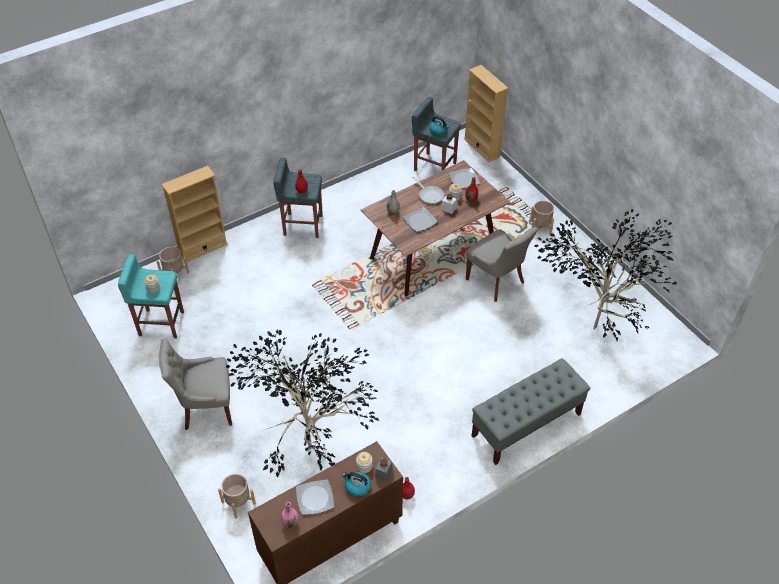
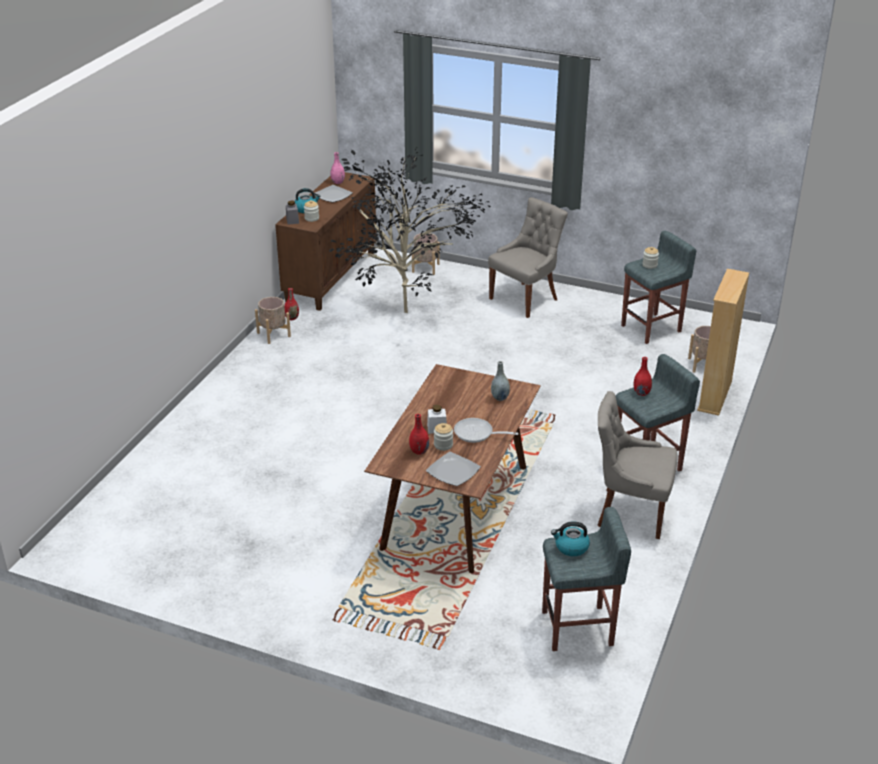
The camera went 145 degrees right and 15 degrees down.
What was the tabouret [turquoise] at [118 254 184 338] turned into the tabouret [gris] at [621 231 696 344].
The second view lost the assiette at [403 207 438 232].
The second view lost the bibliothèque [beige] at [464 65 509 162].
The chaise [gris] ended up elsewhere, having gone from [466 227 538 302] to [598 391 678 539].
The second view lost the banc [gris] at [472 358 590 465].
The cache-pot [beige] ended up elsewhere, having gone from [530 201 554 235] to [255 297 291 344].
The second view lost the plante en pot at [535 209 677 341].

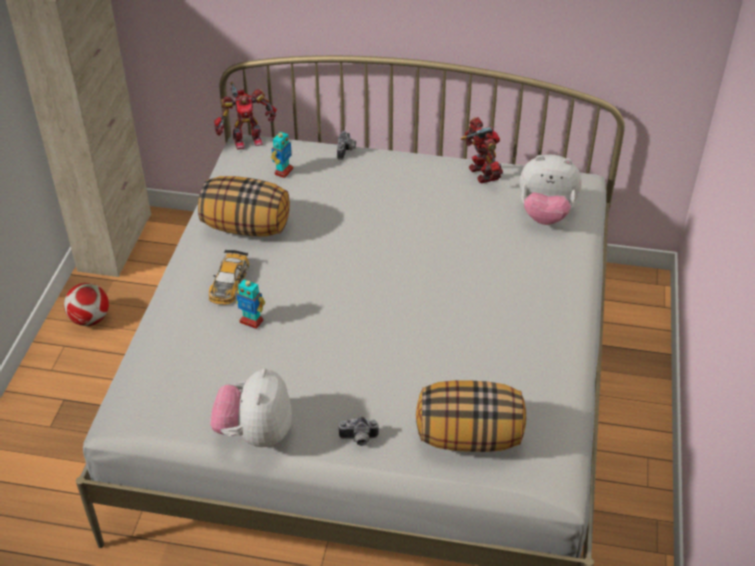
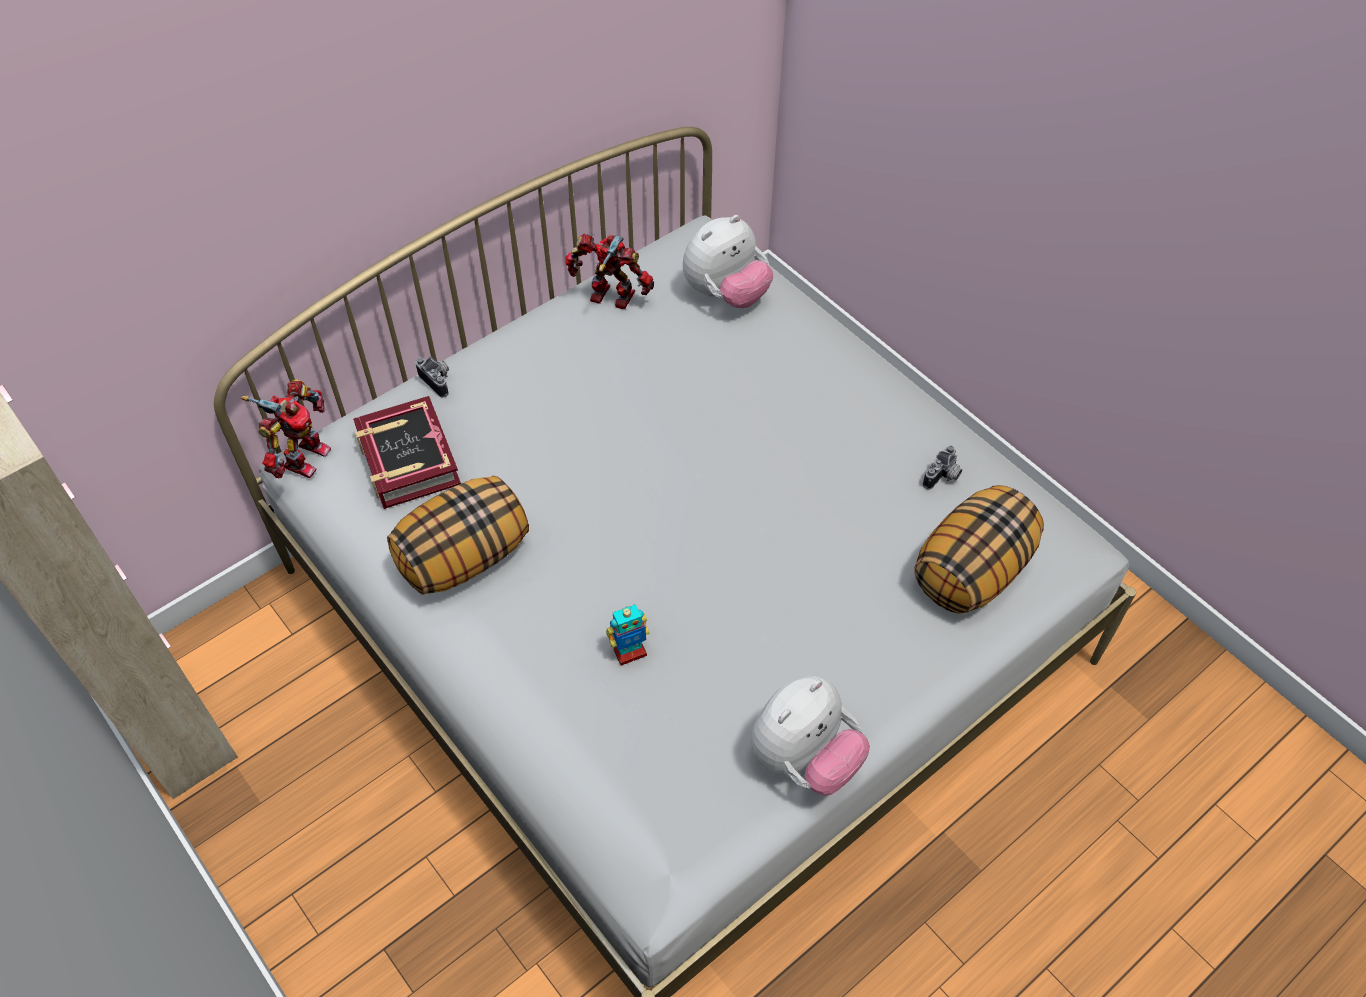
The camera went 50 degrees left and 10 degrees up.
The second view lost the ballon de foot at [64 283 109 326].
The second view lost the petite voiture at [209 250 249 305].
The peluche at [210 368 292 447] ended up facing another way, 90 degrees counterclockwise from before.
Where the robot jouet stood at [271 130 293 178], the livre came to stand at [353 396 461 509].
The appareil photo ended up elsewhere, having gone from [338 417 379 446] to [923 445 962 490].

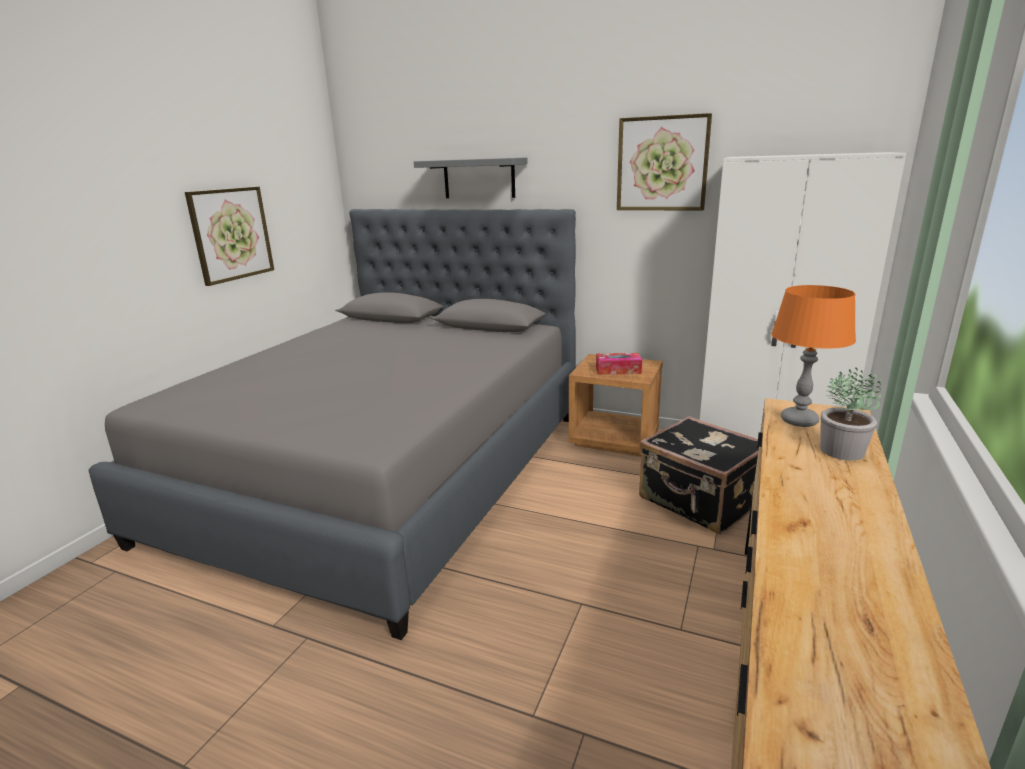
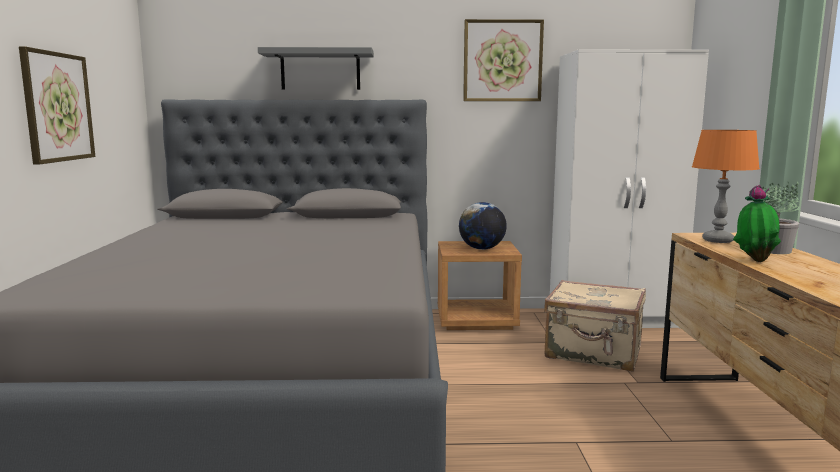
The camera went 25 degrees left and 10 degrees down.
Where the boîte à mouchoirs stood at [596 353 642 375], the globe came to stand at [459 202 507 250].
What was the valise [noir] at [639 416 759 534] turned into the valise [beige] at [544 280 646 372].
The second view gained the plante en pot at [733 185 781 262].

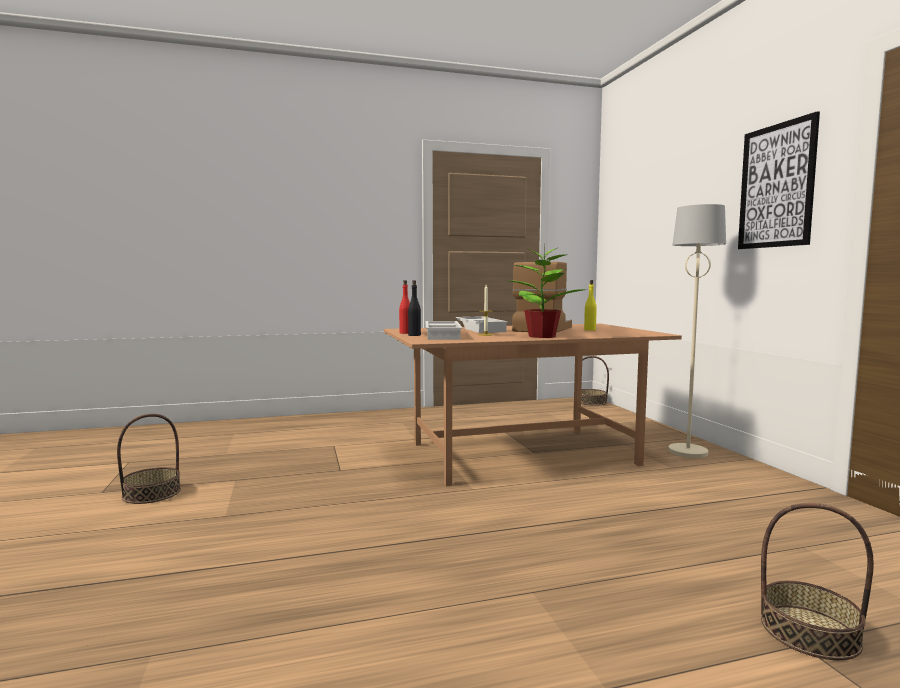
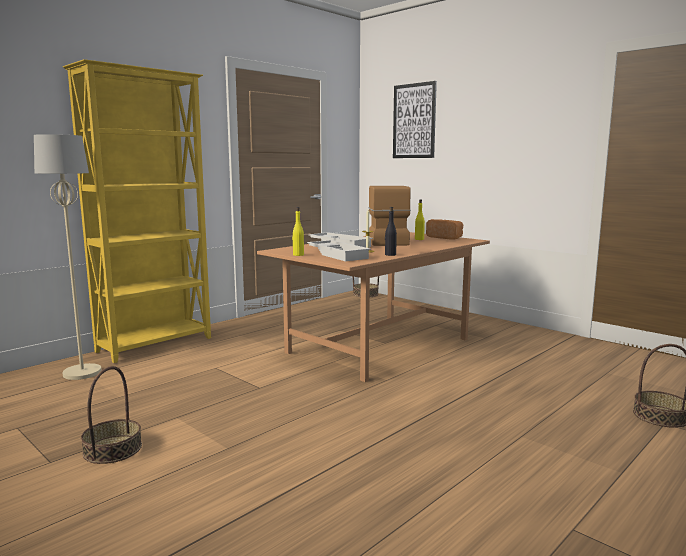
The camera went 30 degrees left and 5 degrees up.
What was the bouteille [rouge] at [399 280 410 334] turned into the bouteille [jaune] at [292 207 304 256].
The bouteille [noir] ended up elsewhere, having gone from [408 280 421 336] to [385 207 397 256].
The second view lost the plante en pot at [507 244 587 338].
The lampadaire [beige] ended up elsewhere, having gone from [668 204 726 458] to [34 134 102 380].
The tableau ended up elsewhere, having gone from [738 111 820 249] to [393 81 437 158].
The second view gained the bibliothèque [jaune] at [63 59 211 363].
The second view gained the pain at [426 219 463 240].

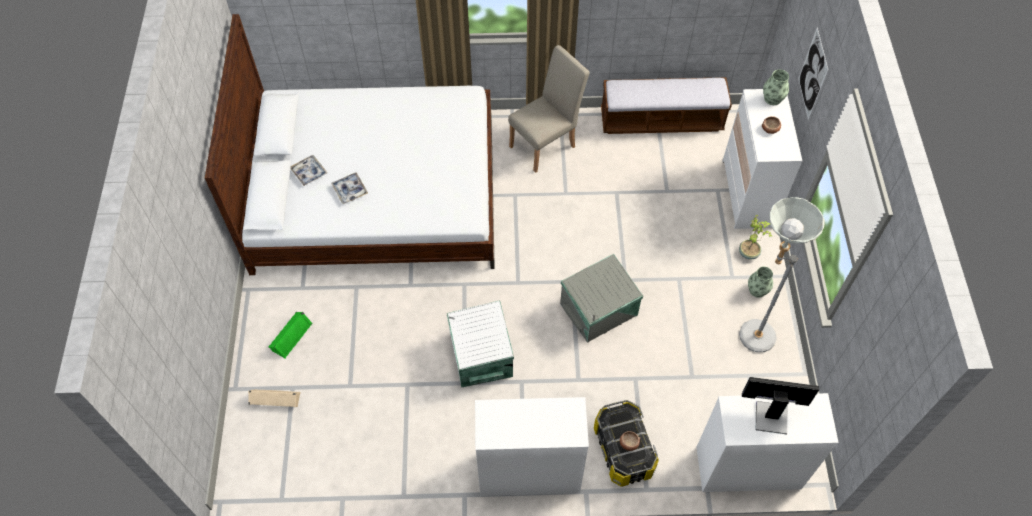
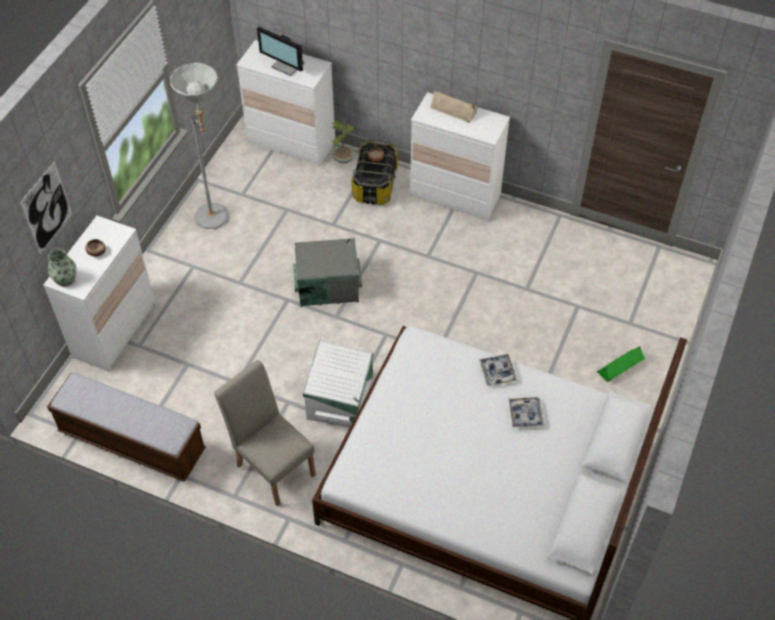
The camera went 155 degrees left and 5 degrees down.
The enceinte [beige] ended up elsewhere, having gone from [248 389 301 407] to [430 91 478 123].
The plateau ended up elsewhere, having gone from [290 155 328 186] to [479 354 517 386].
The boîte de rangement [blanc] ended up elsewhere, having gone from [447 300 514 388] to [303 340 373 427].
The chaise [beige] at [508 45 590 173] ended up facing another way, 60 degrees clockwise from before.
The plante en pot ended up elsewhere, having gone from [739 215 772 260] to [332 121 354 164].
The second view lost the vase at [748 266 773 298].

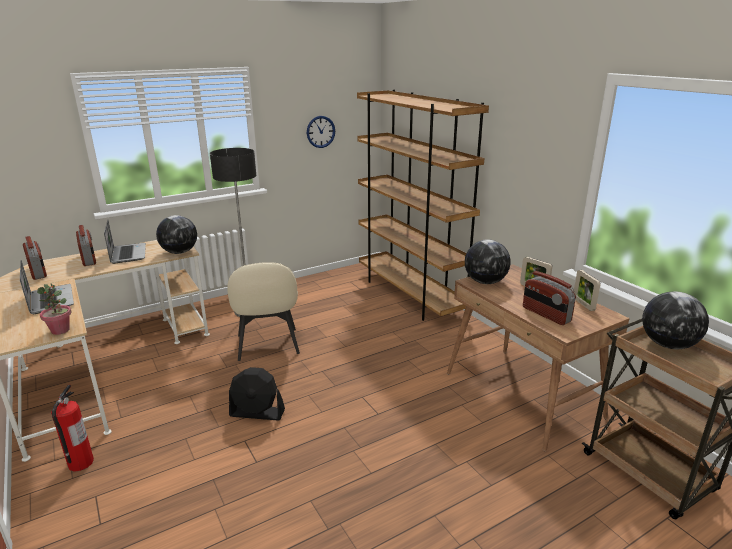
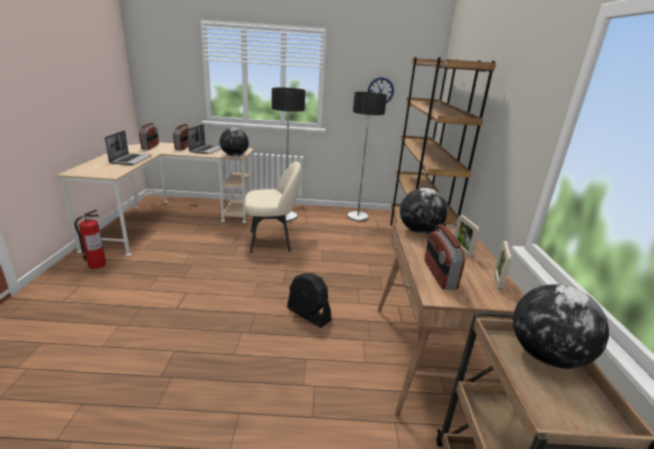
The camera went 30 degrees right and 0 degrees up.
The second view lost the plante en pot at [37 283 71 335].
The chaise [beige] at [227 262 300 361] ended up facing another way, 120 degrees counterclockwise from before.
The ventilateur [noir] ended up elsewhere, having gone from [229 367 285 421] to [287 273 331 328].
The second view gained the lampadaire at [347 92 387 222].

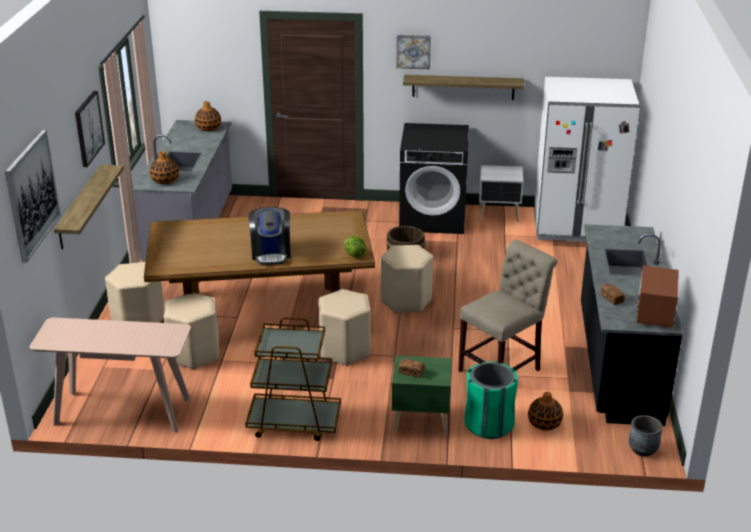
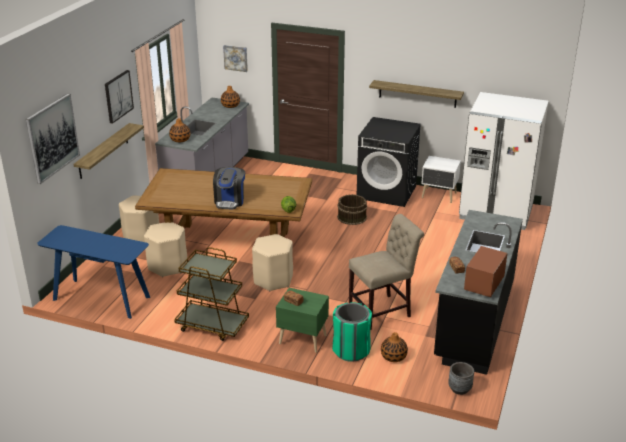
The camera went 15 degrees right and 0 degrees up.
What was the table console [beige] at [29 318 191 433] turned into the table console [bleu] at [37 225 150 319].
The second view lost the tabouret [beige] at [380 245 433 313].
The tableau ended up elsewhere, having gone from [397 34 431 69] to [223 45 248 72].

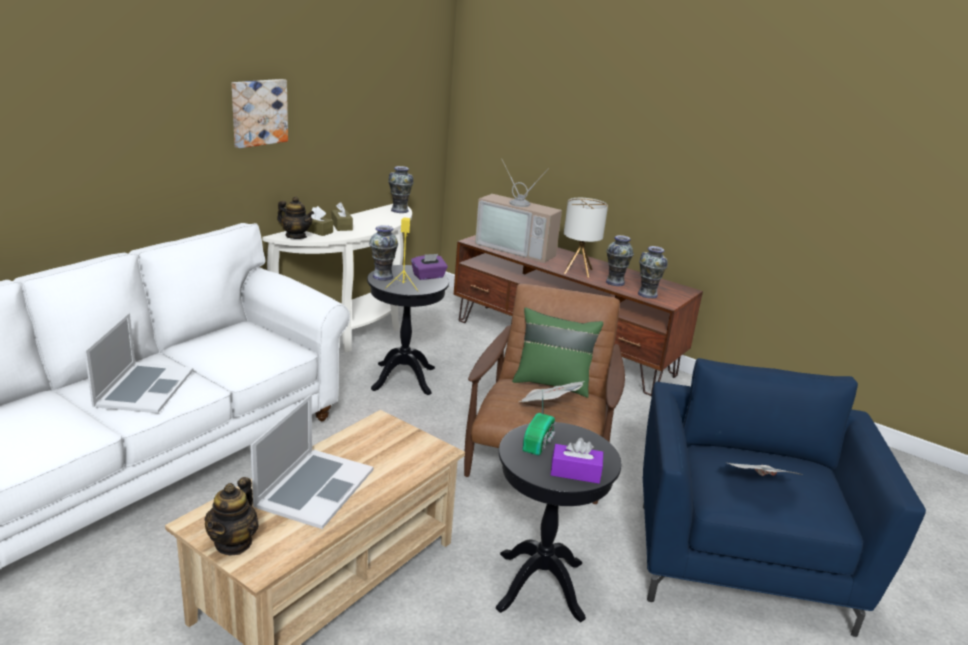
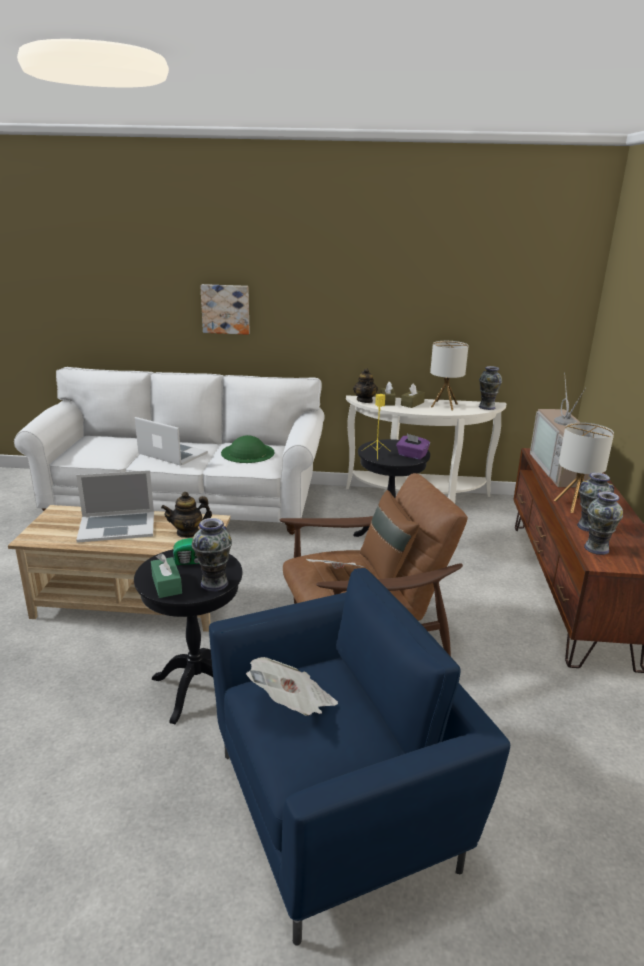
The camera went 60 degrees right and 0 degrees up.
The ordinateur portable at [84 313 193 413] ended up facing another way, 120 degrees counterclockwise from before.
The théière ended up elsewhere, having gone from [205 477 259 556] to [161 492 212 538].
The tableau ended up elsewhere, having gone from [232 79 288 148] to [200 284 250 335].
The vase ended up elsewhere, having gone from [369 225 398 281] to [192 518 232 592].
What was the coussin [vert] at [512 307 603 398] turned into the coussin [marron] at [360 490 420 579].
What was the boîte à mouchoirs [violet] at [551 438 603 484] turned into the boîte à mouchoirs [vert] at [151 553 182 598].
The second view gained the chapeau [vert] at [221 435 275 463].
The second view gained the lampe de table at [430 341 469 410].

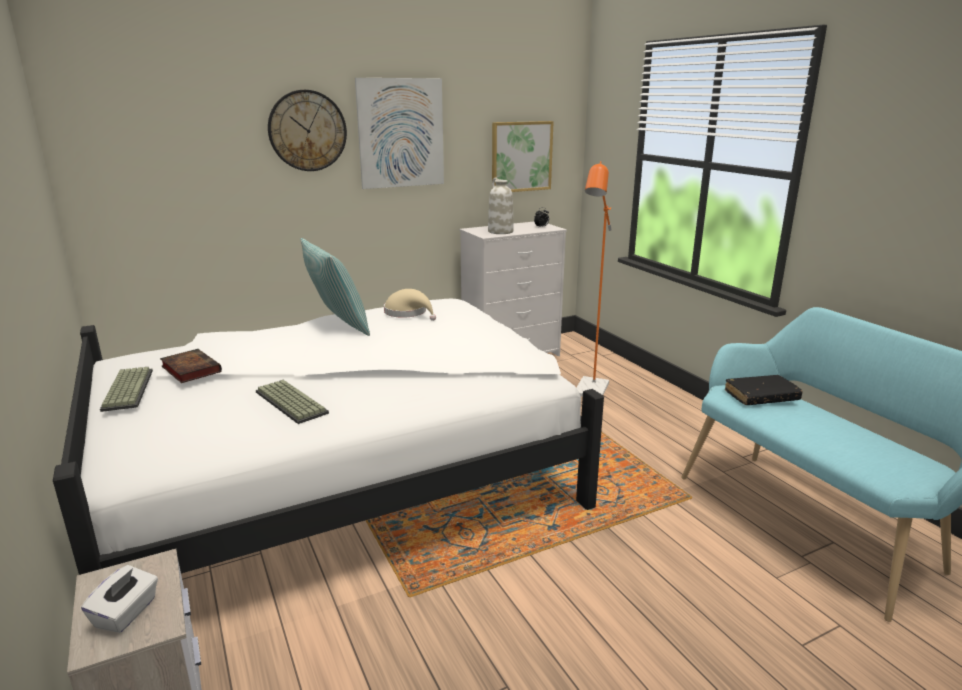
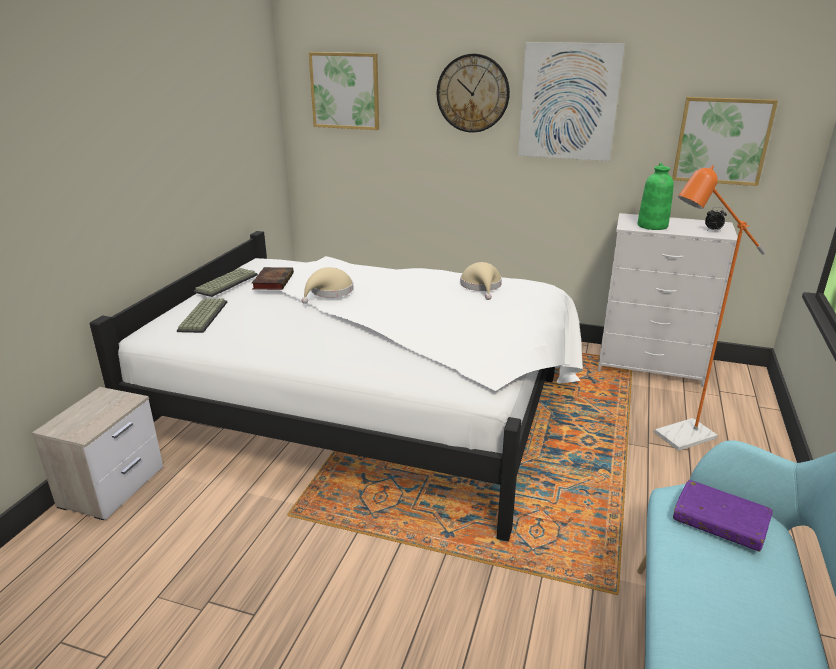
The camera went 45 degrees right and 5 degrees up.
The second view lost the boîte à mouchoirs [blanc] at [81 565 158 633].
The clavier ended up elsewhere, having gone from [256 380 329 424] to [177 298 227 333].
The second view lost the coussin at [300 238 370 336].
What was the vase [blanc] at [488 177 513 234] turned into the vase [vert] at [638 163 674 230].
What was the livre [noir] at [725 375 803 405] turned into the livre [violet] at [673 480 773 552].
The second view gained the chapeau [beige] at [301 267 353 304].
The second view gained the tableau at [309 52 379 130].

